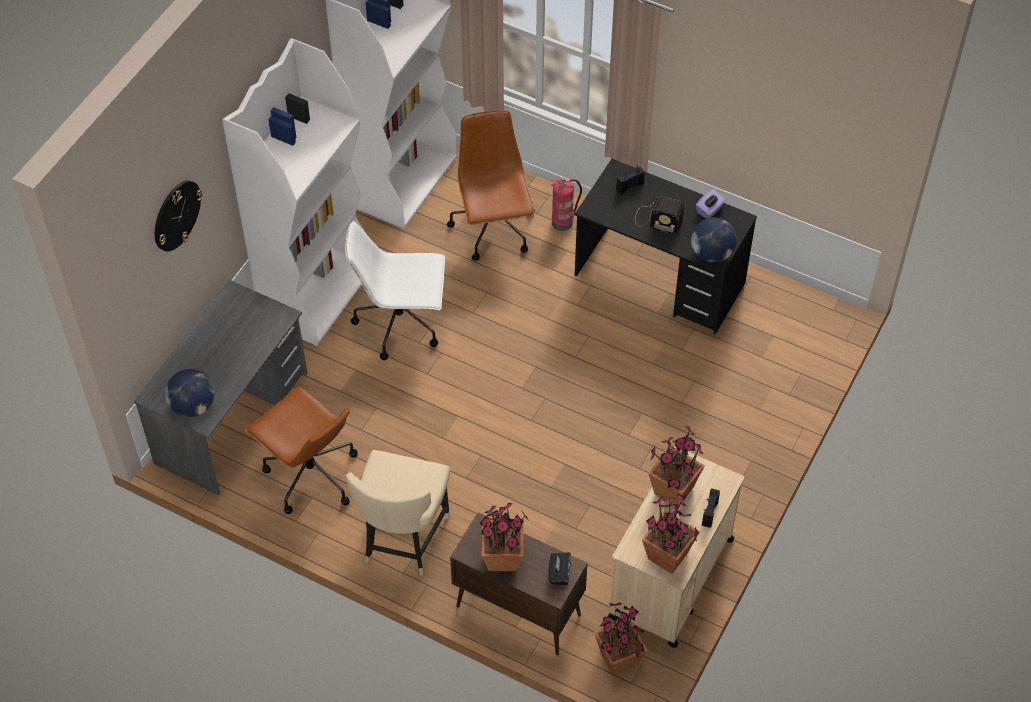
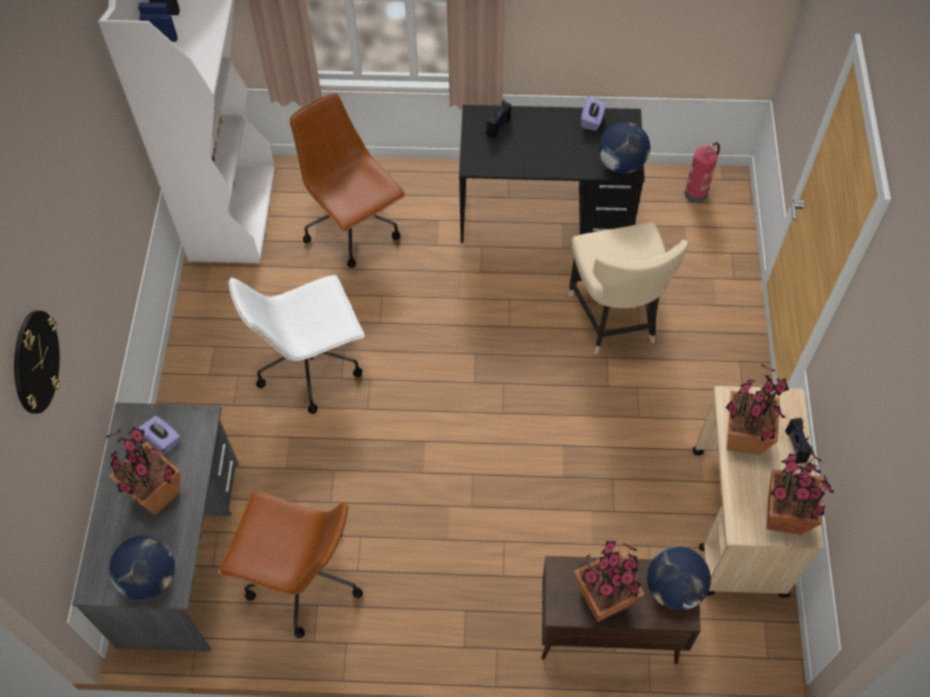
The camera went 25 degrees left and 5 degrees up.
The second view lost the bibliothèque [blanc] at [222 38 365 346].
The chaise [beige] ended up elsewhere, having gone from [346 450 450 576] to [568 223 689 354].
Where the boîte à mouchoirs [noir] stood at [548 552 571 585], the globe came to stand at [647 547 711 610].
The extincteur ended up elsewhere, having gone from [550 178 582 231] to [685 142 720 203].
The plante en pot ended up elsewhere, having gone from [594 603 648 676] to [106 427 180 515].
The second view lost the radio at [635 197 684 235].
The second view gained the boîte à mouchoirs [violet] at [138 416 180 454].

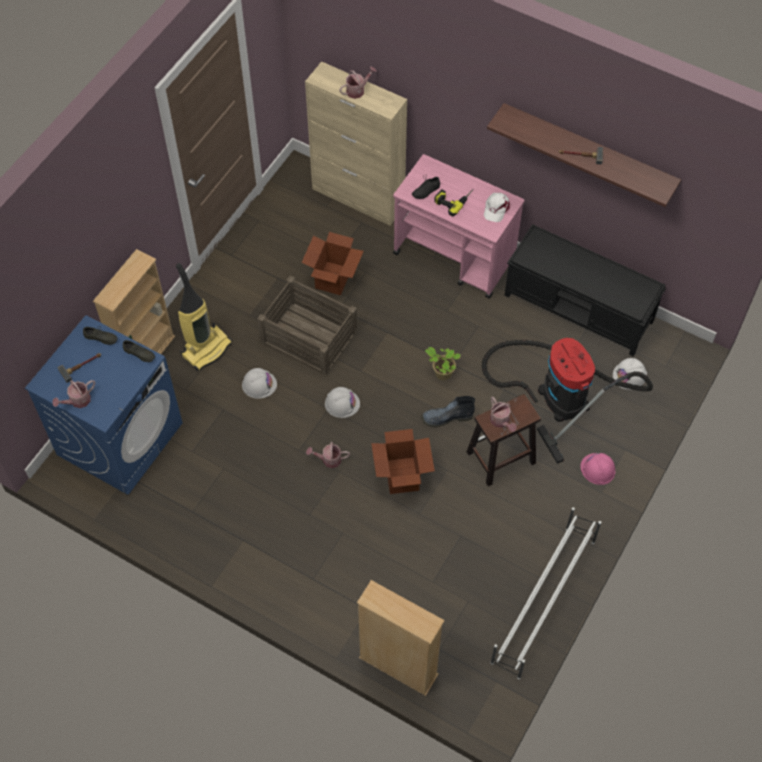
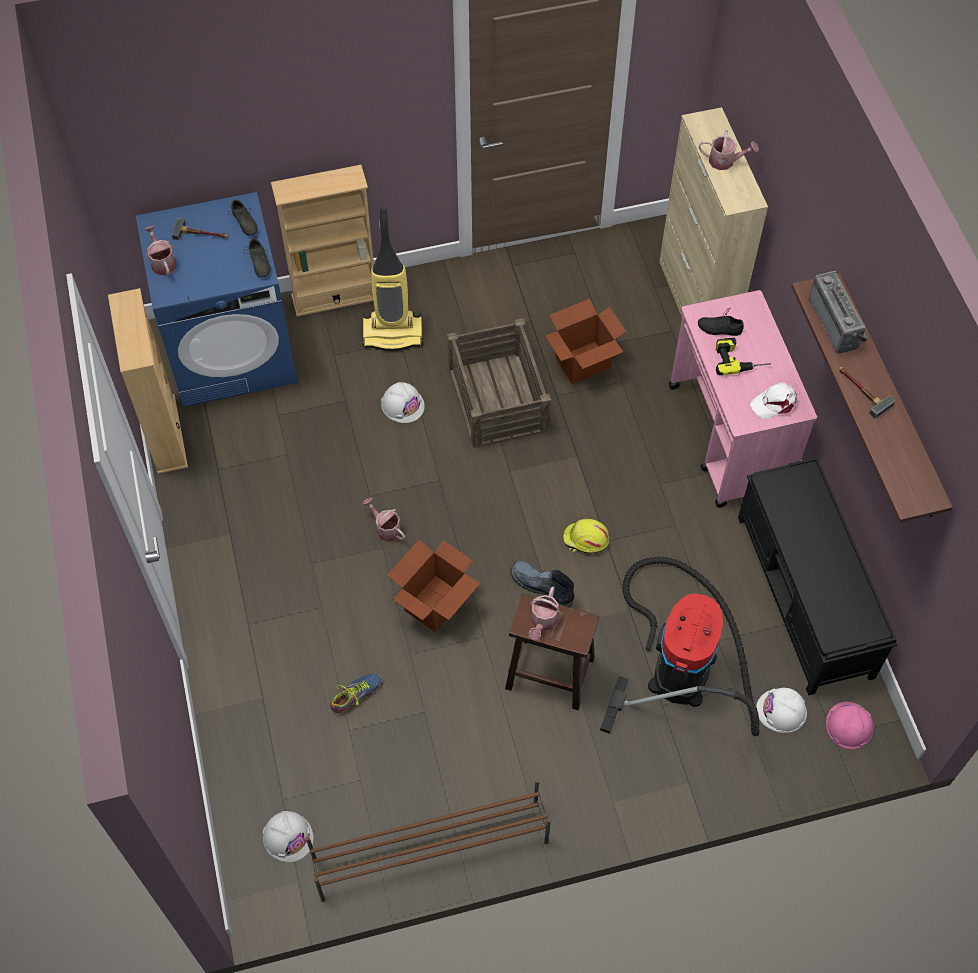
The camera went 45 degrees right and 0 degrees up.
The arrosoir at [52 380 95 408] ended up facing another way, 60 degrees clockwise from before.
The casque de chantier [blanc] ended up elsewhere, having gone from [325 387 360 418] to [263 811 314 862].
The bibliothèque [beige] ended up elsewhere, having gone from [357 580 445 696] to [108 288 188 474].
Where the plante en pot stood at [425 347 461 380], the casque de chantier [jaune] came to stand at [563 519 609 554].
What was the étagère à chaussures [blanc] at [490 507 602 680] turned into the étagère à chaussures [marron] at [306 779 551 902].
The casque de chantier [rose] ended up elsewhere, having gone from [580 453 615 485] to [826 702 873 750].
The second view gained the chaussure at [330 673 382 714].
The second view gained the radio at [809 271 868 354].

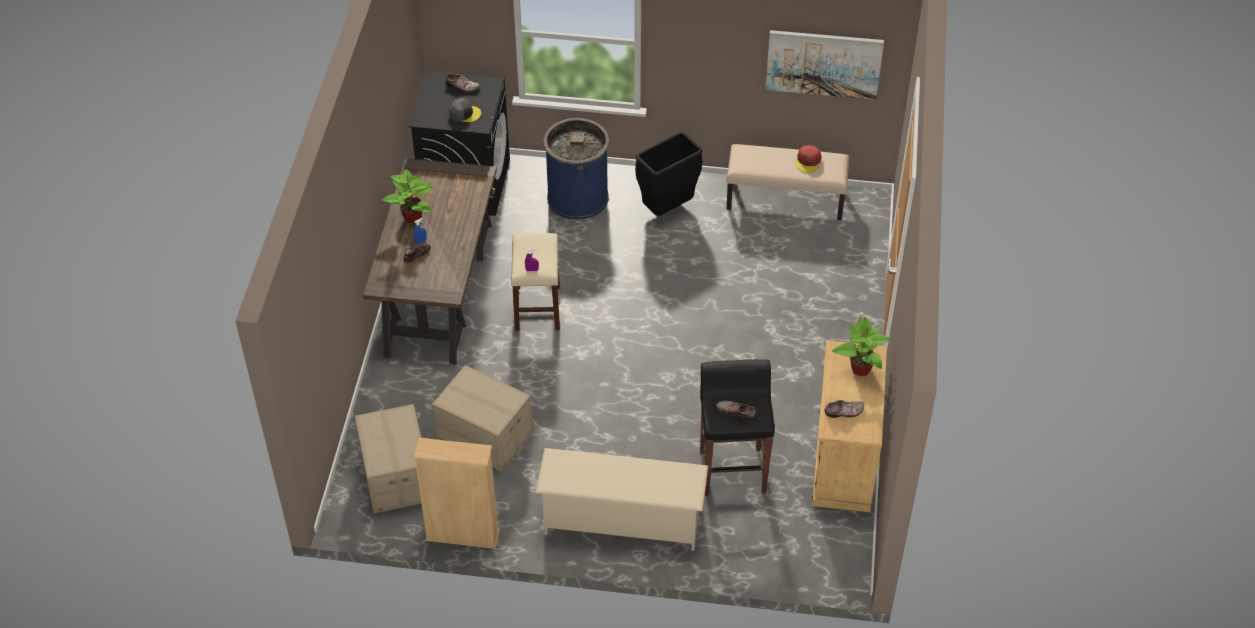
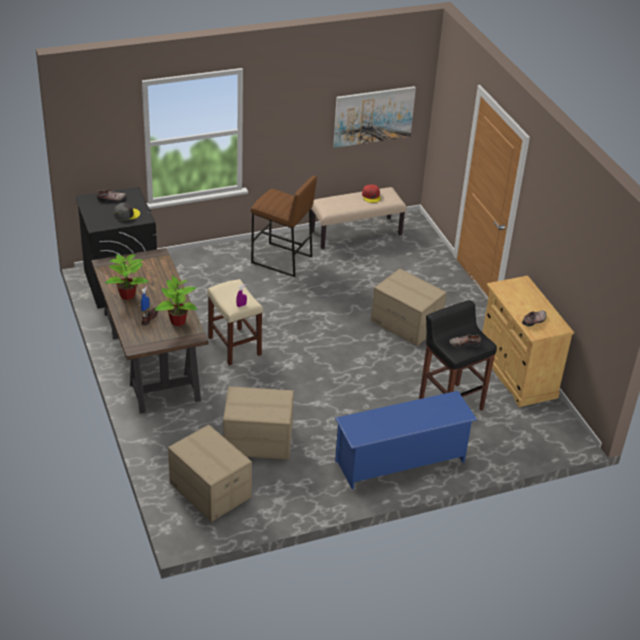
The camera went 30 degrees left and 10 degrees down.
The second view lost the bibliothèque [beige] at [413 438 500 549].
What was the étagère à chaussures [beige] at [535 448 708 551] turned into the étagère à chaussures [bleu] at [335 391 477 489].
The second view lost the poubelle [bleu] at [543 118 609 220].
Where the poubelle [noir] stood at [635 132 703 216], the tabouret [marron] came to stand at [251 176 317 277].
The plante en pot ended up elsewhere, having gone from [832 317 891 376] to [155 276 197 326].
The second view gained the carton at [371 269 447 346].

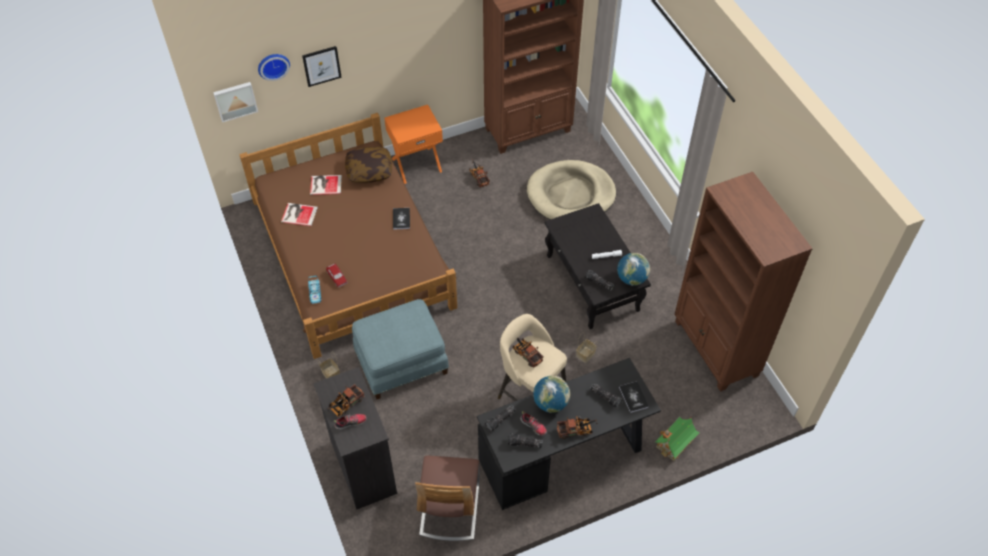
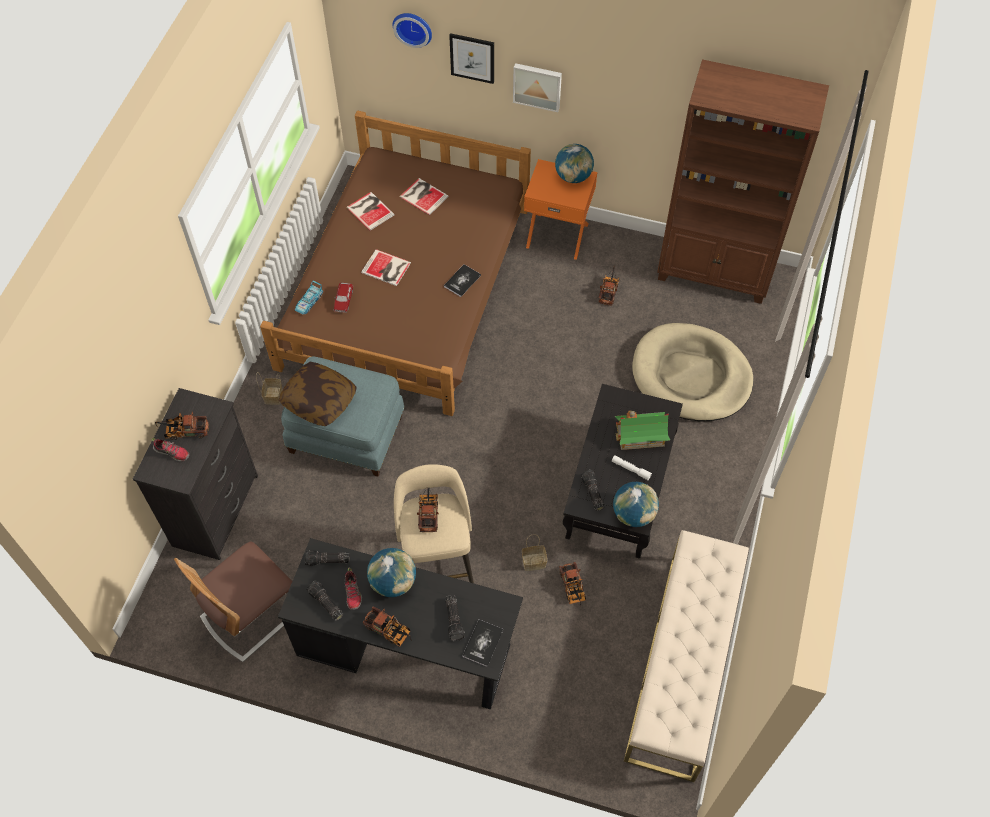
The camera went 40 degrees right and 5 degrees up.
The tableau ended up elsewhere, having gone from [213 82 258 122] to [513 63 562 112].
The coussin ended up elsewhere, having gone from [345 147 392 183] to [279 362 357 426].
The maison miniature ended up elsewhere, having gone from [655 417 700 461] to [615 411 670 450].
Where the bibliothèque [marron] stood at [674 172 813 392], the banc [beige] came to stand at [624 530 749 782].
The second view gained the livre at [361 249 411 286].
The second view gained the globe at [555 144 594 183].
The second view gained the camion jouet at [559 562 586 607].

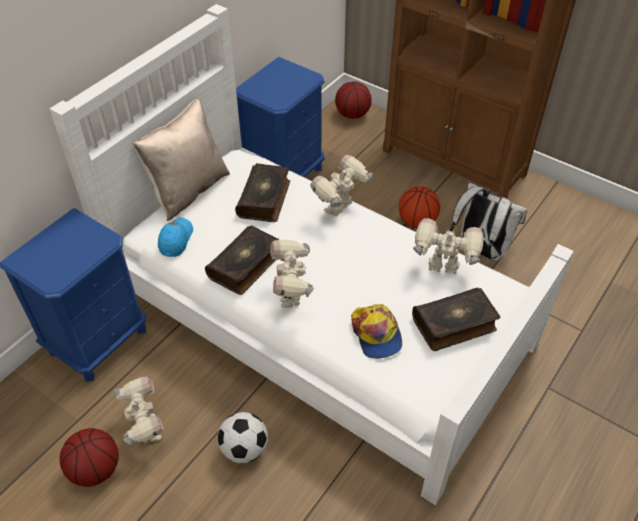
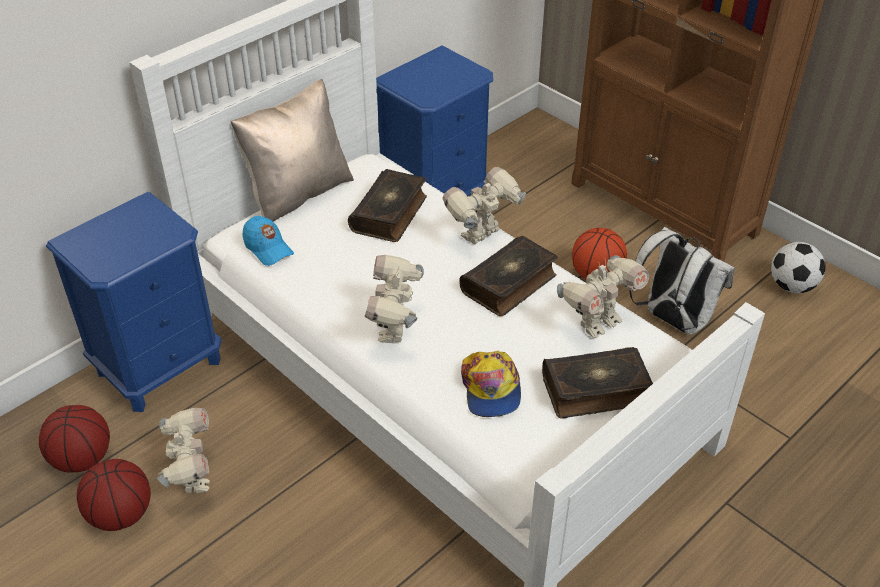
The camera went 10 degrees right and 5 degrees down.
The casquette [bleu] at [158 218 193 257] ended up facing another way, 120 degrees clockwise from before.
The livre ended up elsewhere, having gone from [205 225 279 295] to [459 236 558 316].
The ballon de foot ended up elsewhere, having gone from [218 412 268 463] to [771 242 826 293].
The ballon de basket ended up elsewhere, having gone from [335 81 372 119] to [39 405 110 473].
The robot jouet at [413 218 484 274] ended up facing another way, 120 degrees clockwise from before.

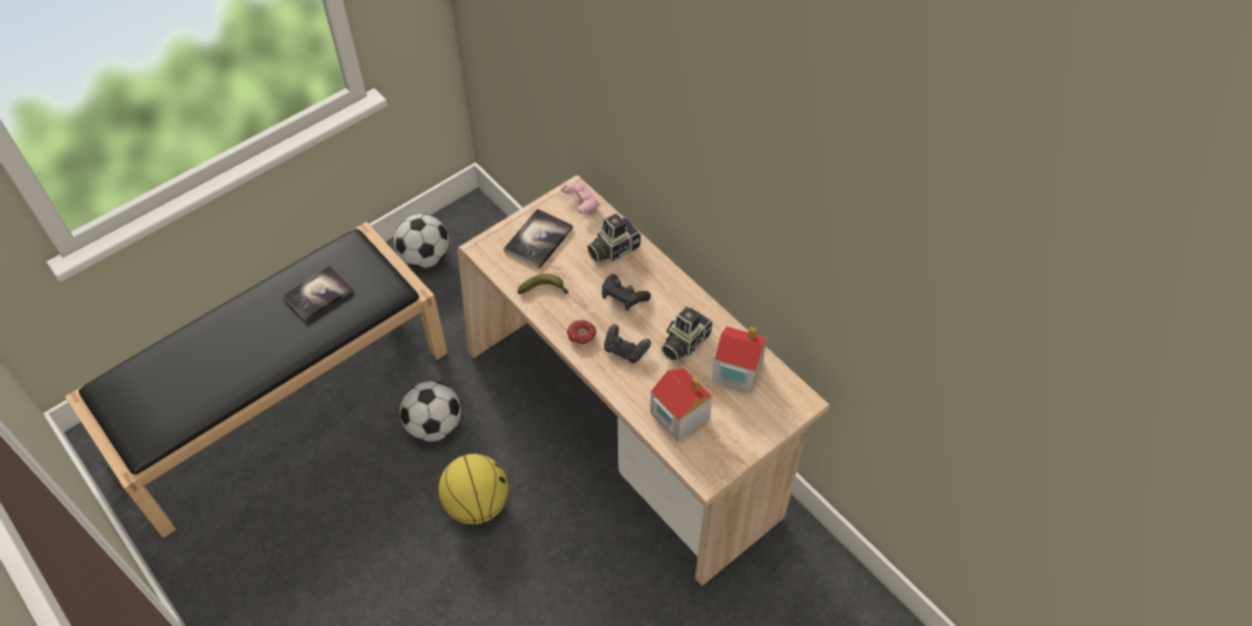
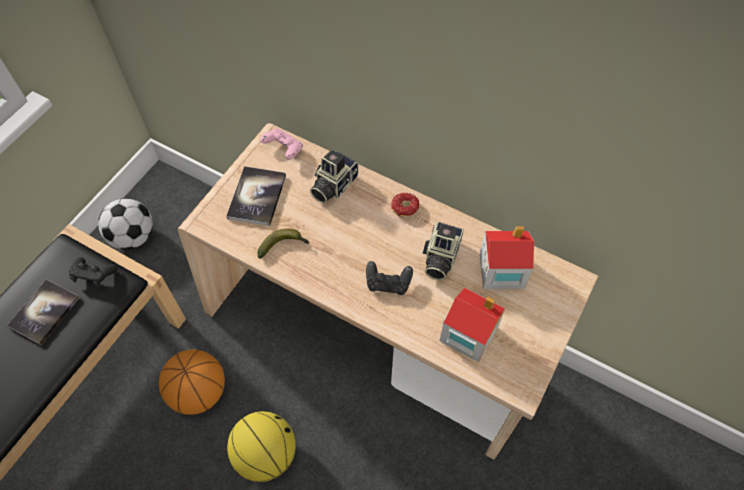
The camera went 20 degrees left and 5 degrees up.
Where the ballon de foot stood at [400 381 461 441], the ballon de basket came to stand at [159 350 225 415].
The beignet ended up elsewhere, having gone from [567 320 596 345] to [391 193 419 218].
The manette [noir] ended up elsewhere, having gone from [602 274 651 311] to [69 257 118 287].

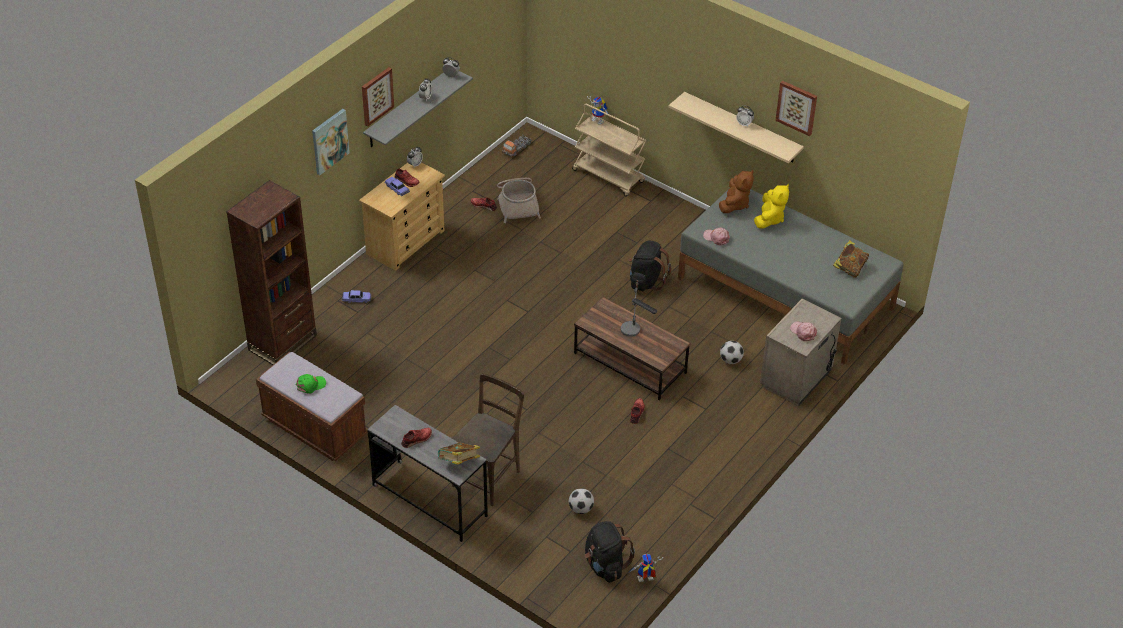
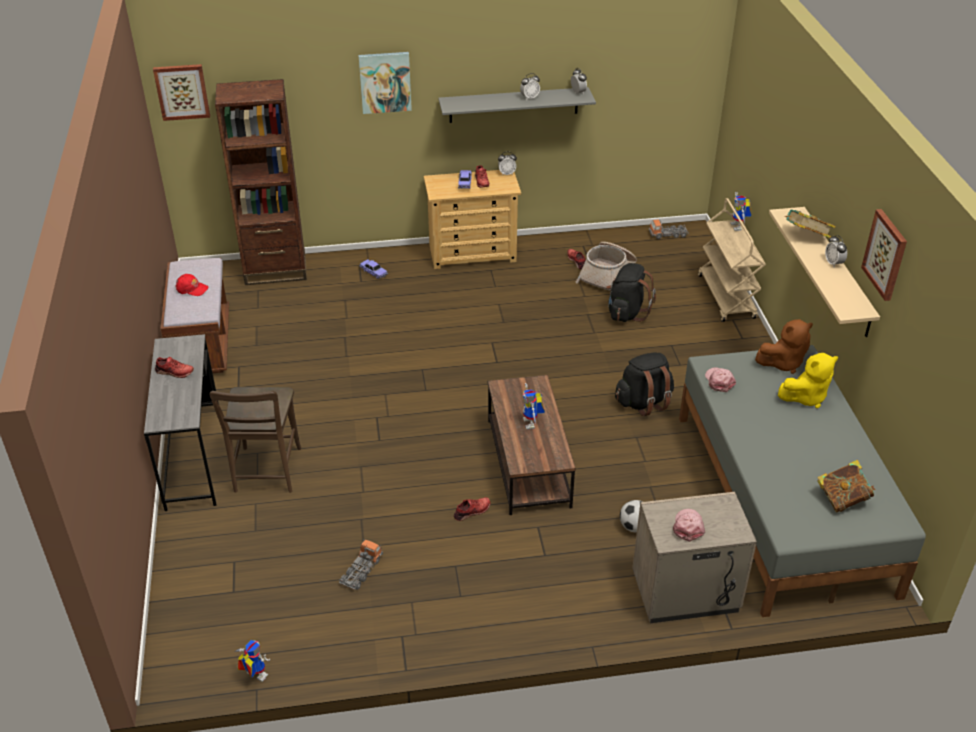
The camera went 45 degrees right and 5 degrees down.
What was the casquette [vert] at [296 374 326 394] turned into the casquette [rouge] at [175 274 209 296].
The tableau ended up elsewhere, having gone from [362 67 394 126] to [153 64 210 121].
The livre ended up elsewhere, having gone from [438 442 480 465] to [785 209 835 238].
The chaise [marron] at [452 373 524 506] ended up facing another way, 105 degrees clockwise from before.
The second view lost the ballon de foot at [569 488 594 514].
The sac à dos [noir] ended up elsewhere, having gone from [585 521 635 583] to [606 263 656 322].
Where the lampe de table stood at [621 287 657 337], the robot jouet came to stand at [523 383 545 429].
The second view gained the camion jouet at [339 540 383 590].

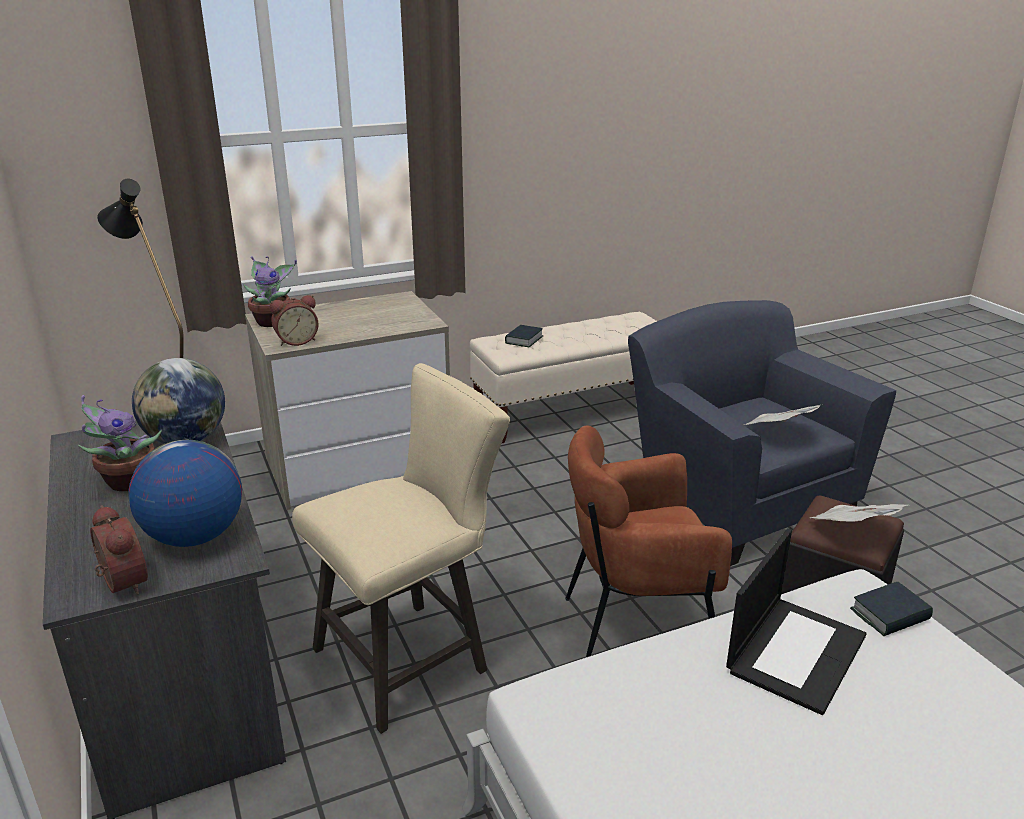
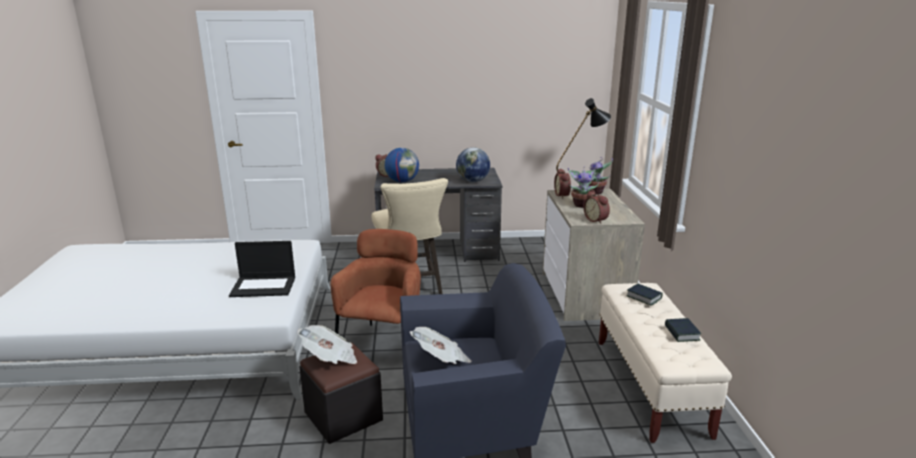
The camera went 110 degrees right and 5 degrees down.
The plante en pot ended up elsewhere, having gone from [78 395 162 491] to [568 166 599 208].
The ordinateur portable at [726 528 867 715] ended up facing another way, 60 degrees counterclockwise from before.
The livre ended up elsewhere, having gone from [850 582 933 636] to [665 318 701 342].
The second view gained the réveil at [583 191 610 224].

